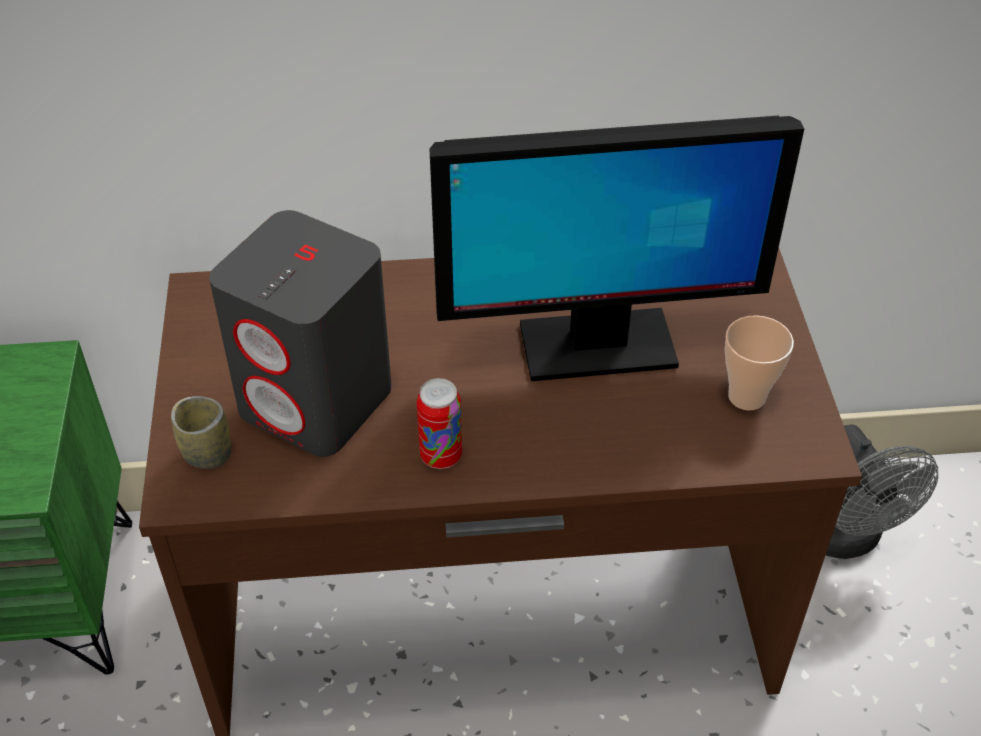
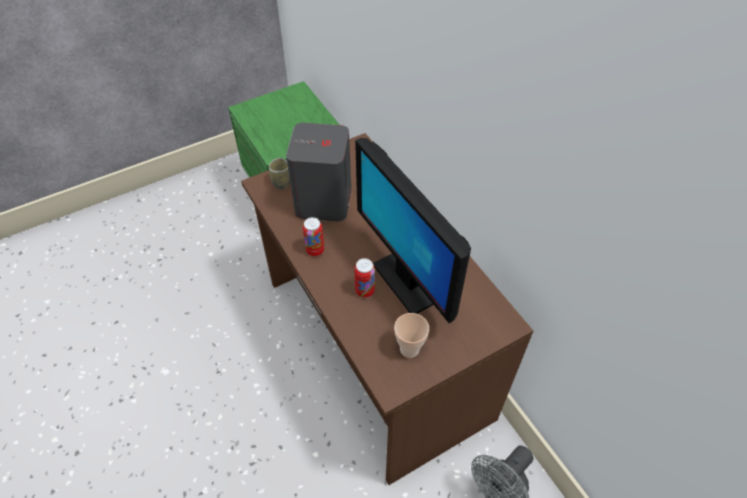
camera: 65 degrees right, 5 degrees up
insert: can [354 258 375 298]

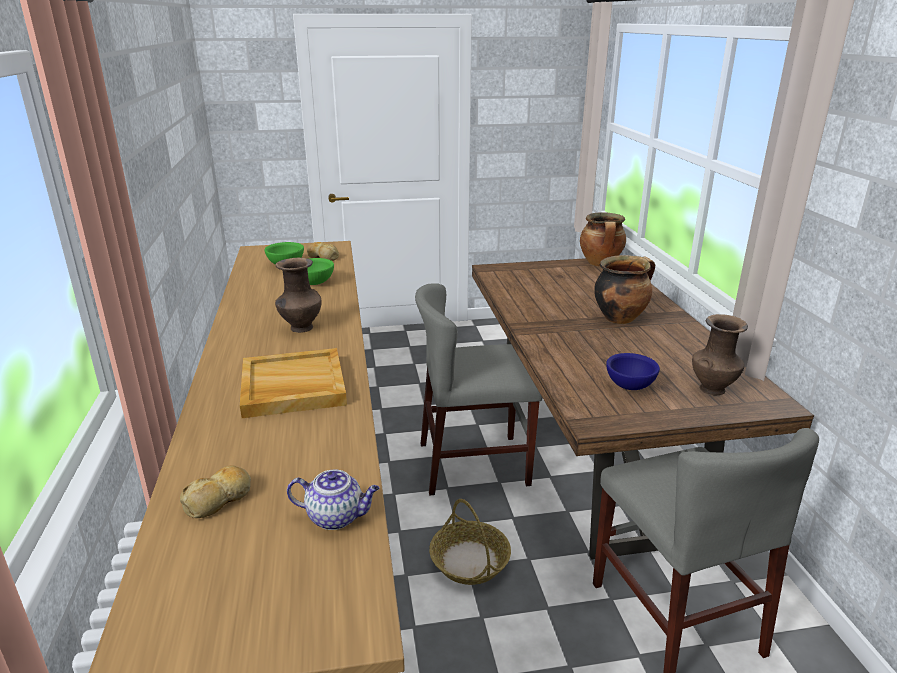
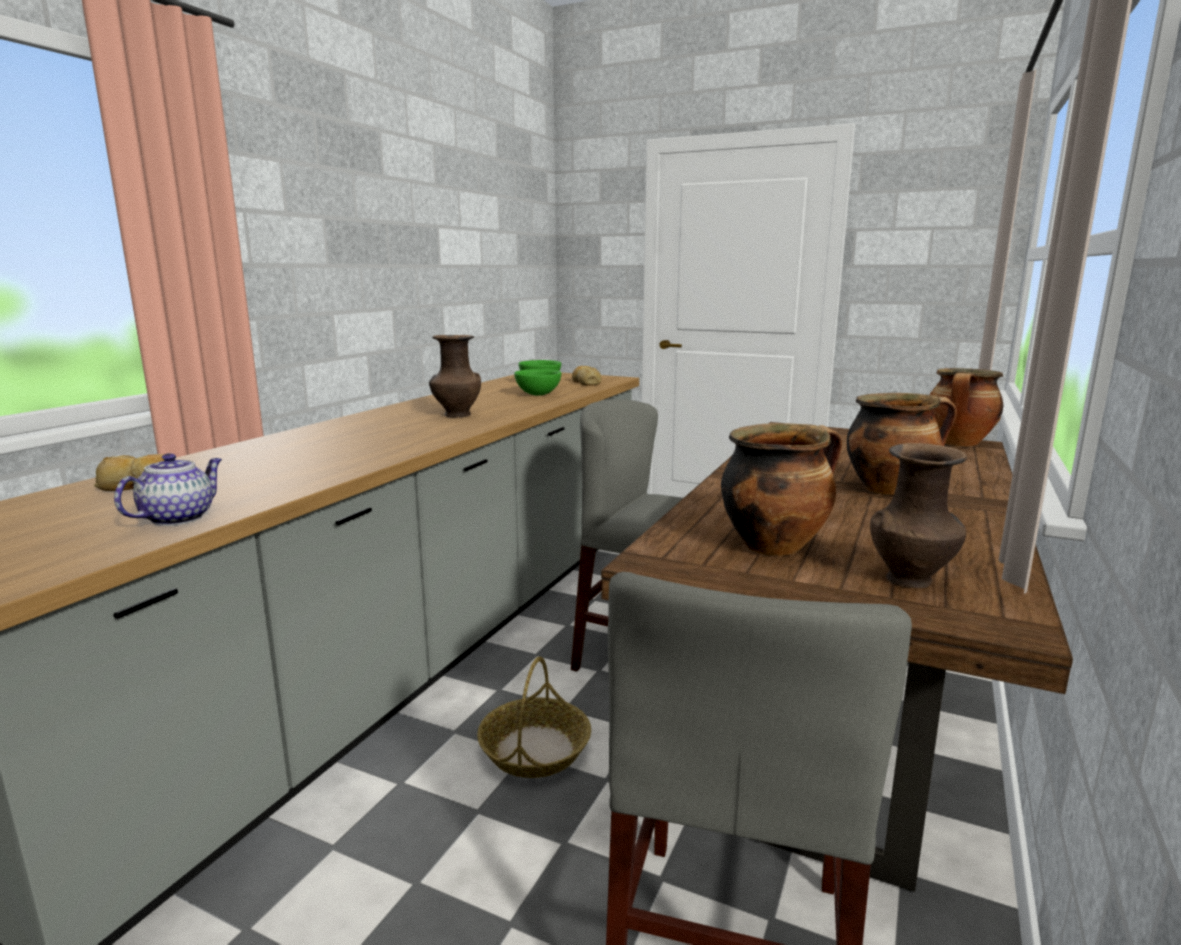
camera: 35 degrees right, 10 degrees down
delete: beige tray [240 348 347 418]
replace: blue bowl [606 353 660 390] to cooking pot [721 423 842 556]
rotate: teapot [287 470 380 530] = [114 453 222 526] 105 degrees counterclockwise

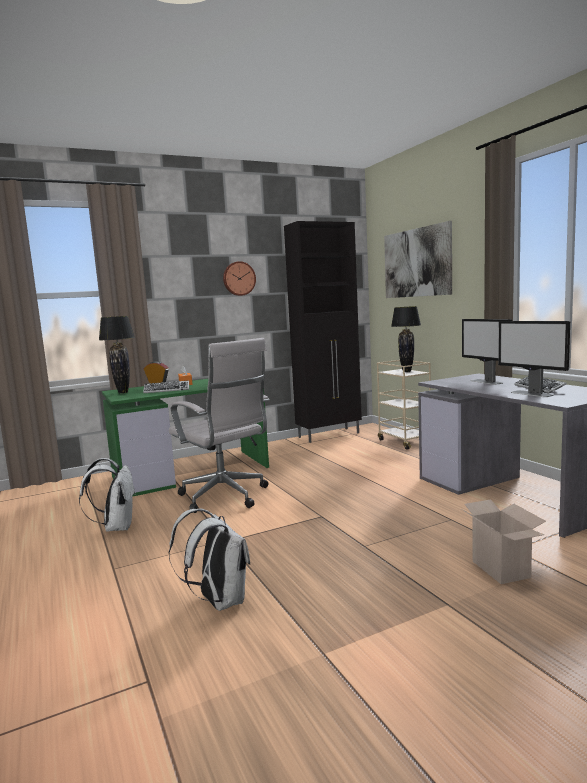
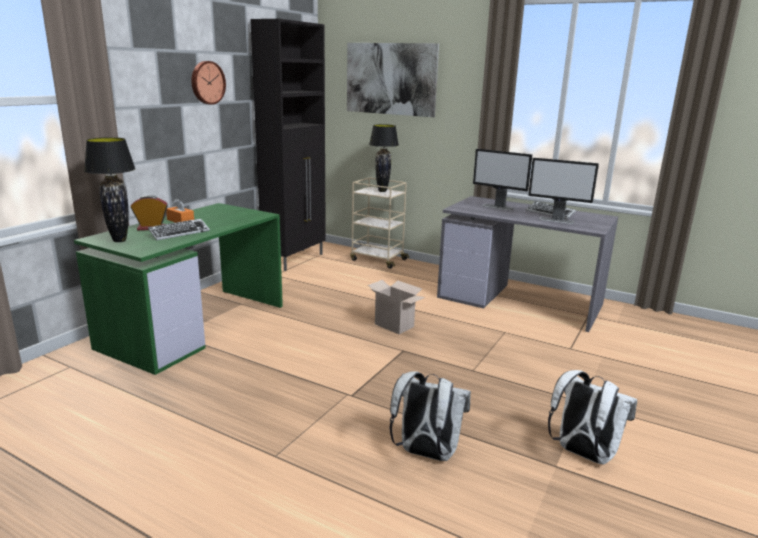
camera: 35 degrees left, 10 degrees up
delete: white office chair [169 338 270 513]
move: white backpack [79 458 136 531] to [548 370 637 465]; cardboard box [462 499 546 584] to [368 280 425 334]

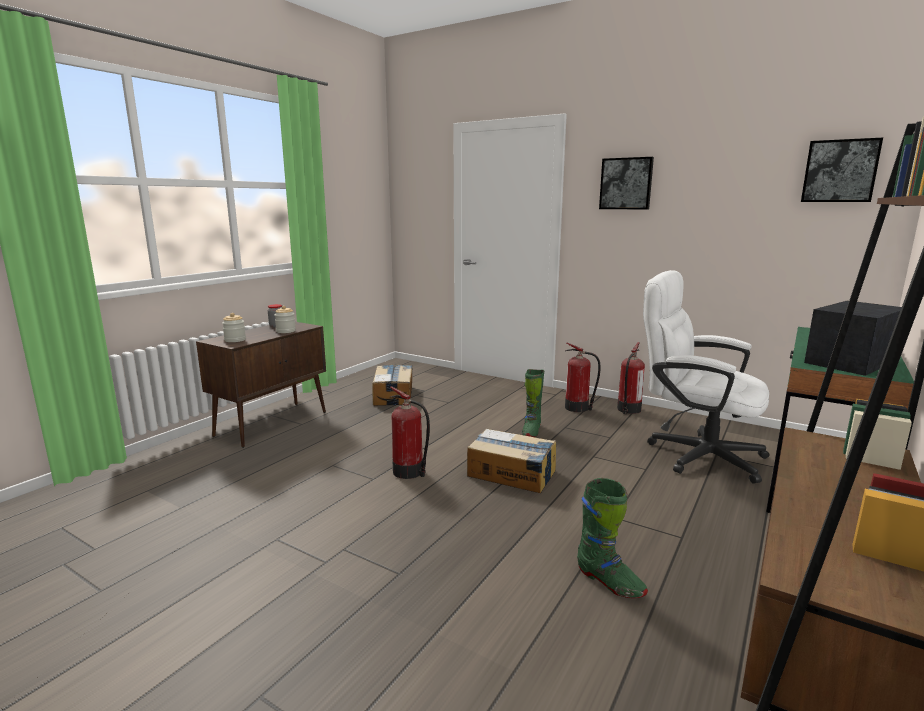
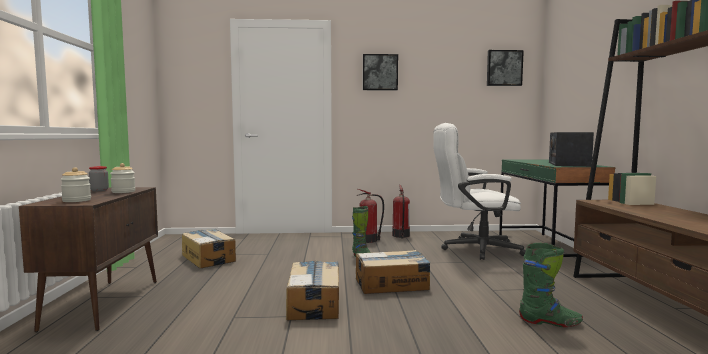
camera: 35 degrees left, 10 degrees down
replace: fire extinguisher [390 386 430 479] to cardboard box [286 261 339 320]

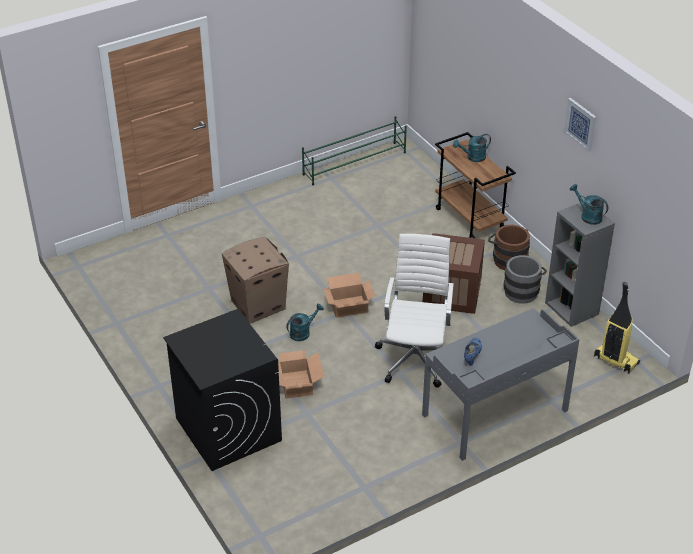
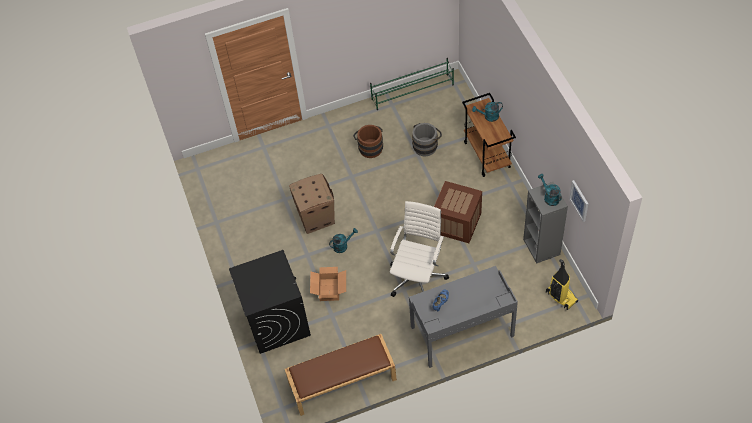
camera: 15 degrees right, 15 degrees up
delete: cardboard box [323 272 375 318]
insert: brown bench [285 334 397 416]
move: brown bucket [488 225 530 270] to [353 125 383 158]; grey bucket [503 255 547 304] to [412 123 442 156]; picture [564 98 596 152] to [569 180 588 222]

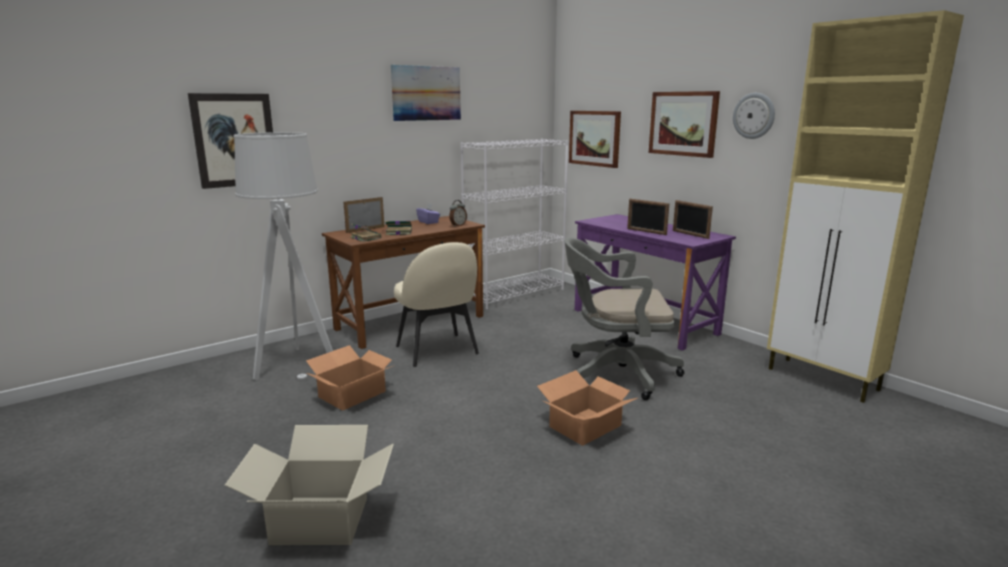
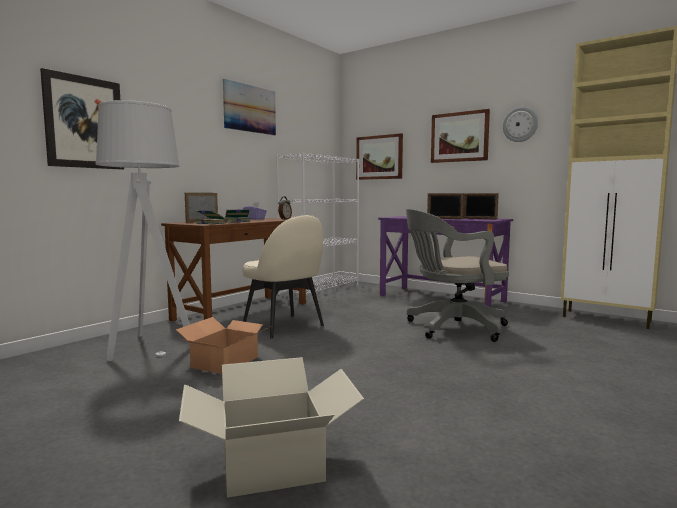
camera: 15 degrees left, 10 degrees down
delete: cardboard box [537 370 637 446]

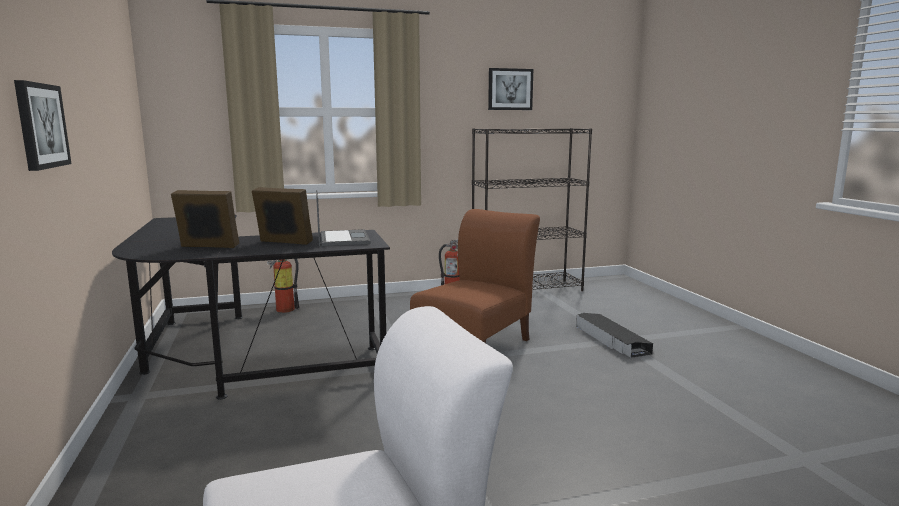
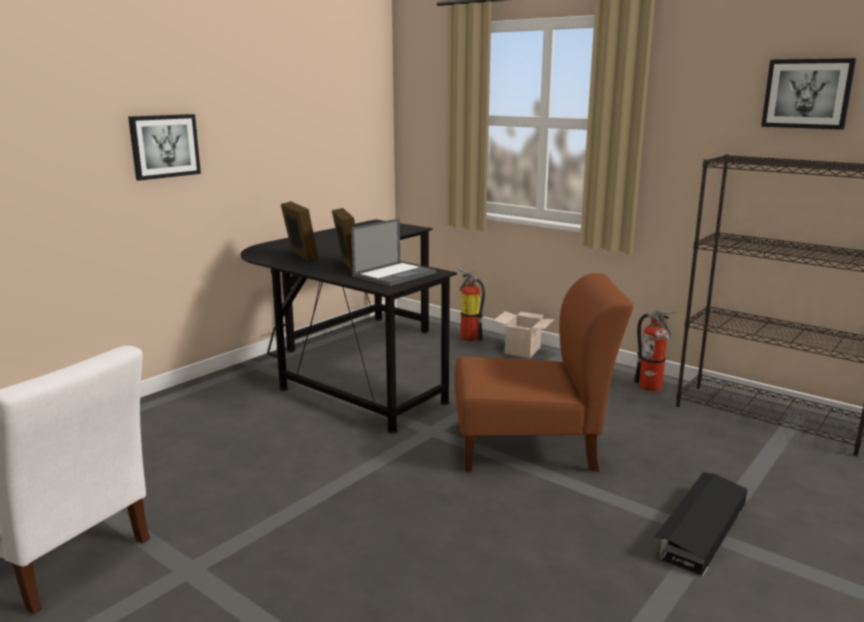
camera: 55 degrees right, 5 degrees up
insert: cardboard box [493 311 554 358]

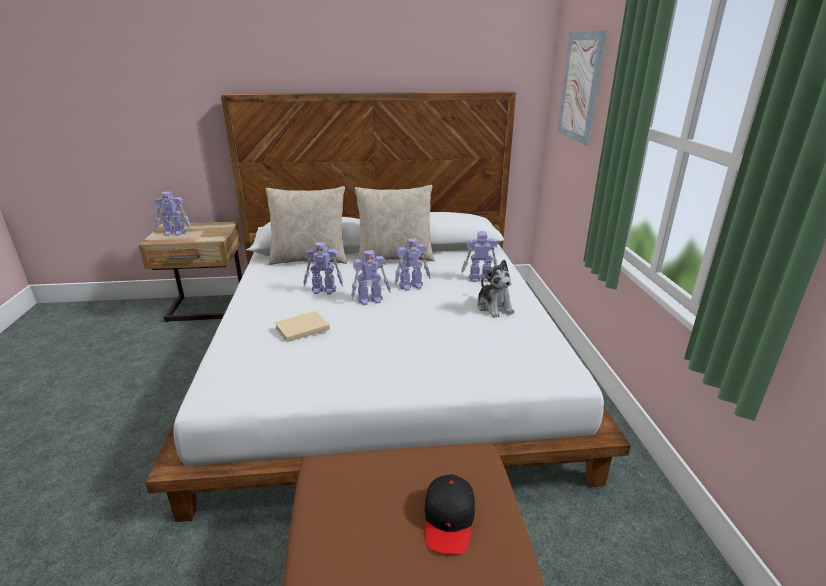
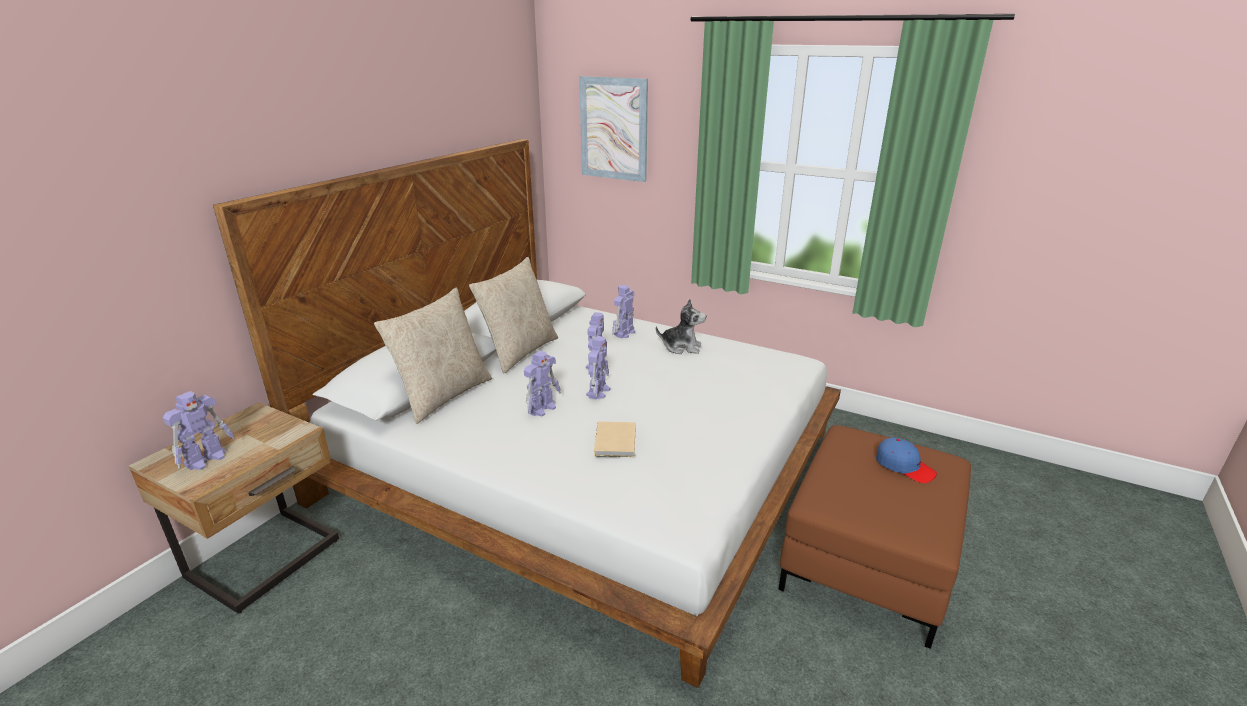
camera: 55 degrees left, 0 degrees up
recolor: black cap [424 474 475 554] to blue cap [876 437 937 483]

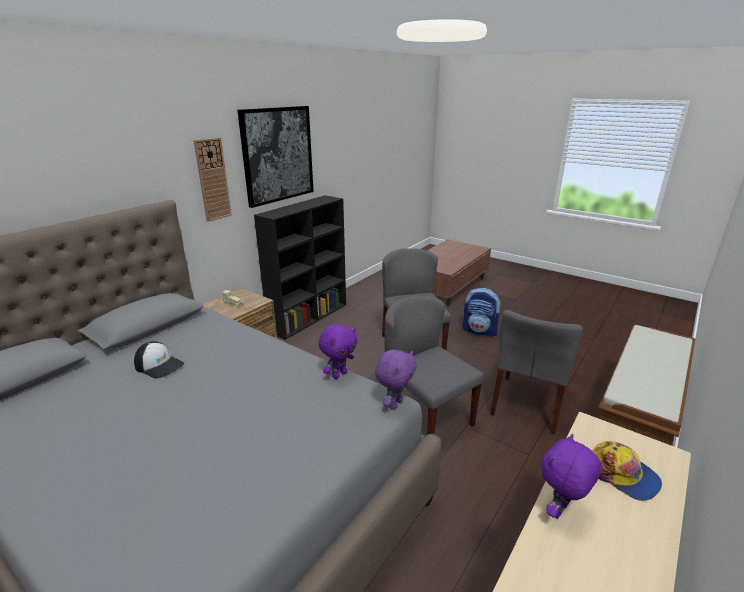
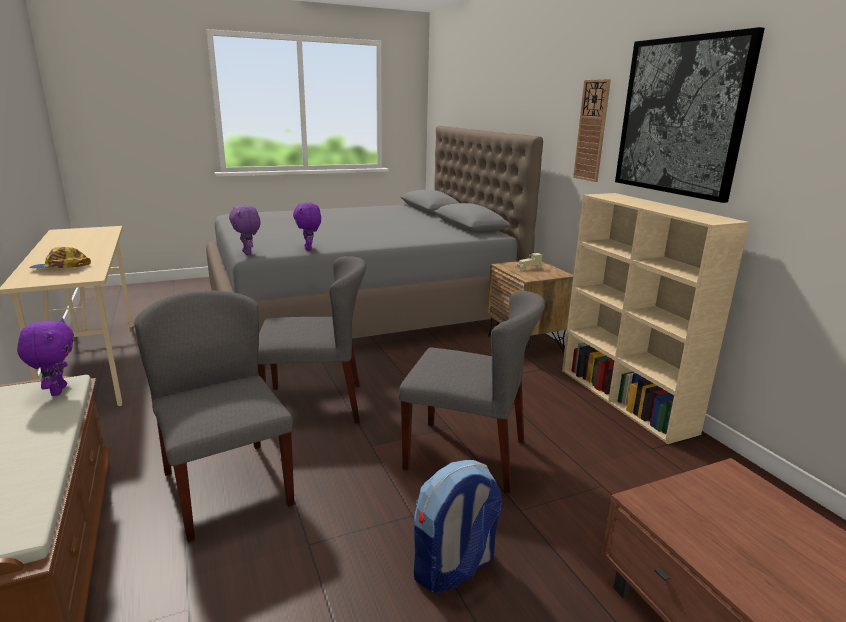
camera: 120 degrees right, 5 degrees down
delete: cap [134 341 184 379]
move: purple plush toy [542 434 602 519] to [17 318 74 396]
recolor: black bookcase [254 195 346 340] to beige bookcase [562 193 749 444]

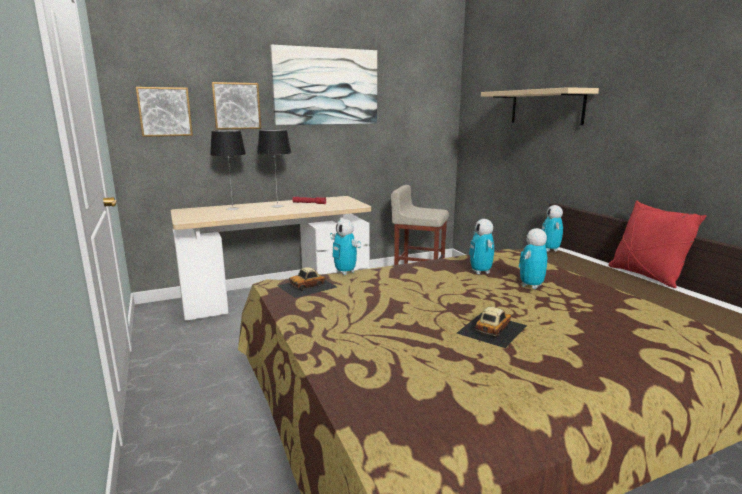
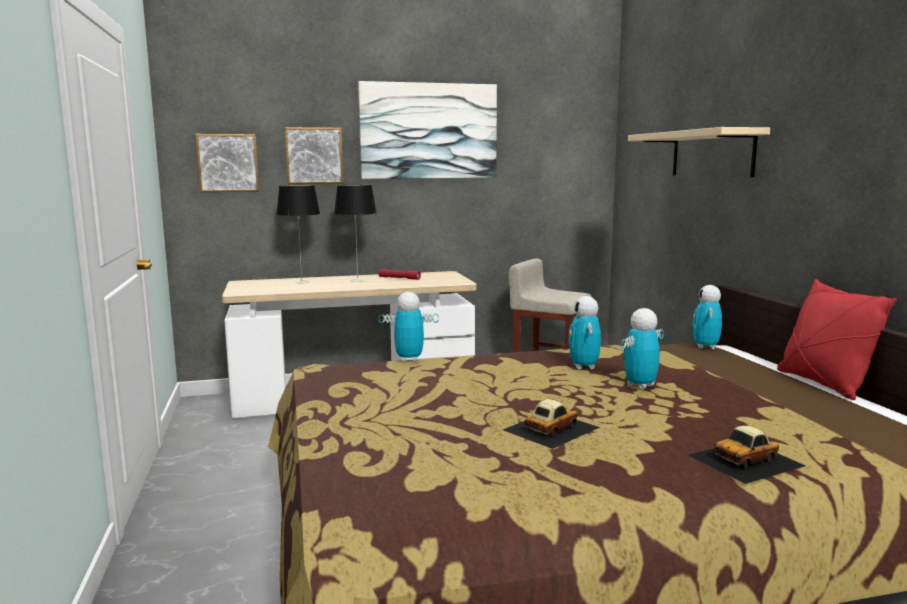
camera: 10 degrees right, 5 degrees down
move: toy car [277 267 337 298] to [689 426 806 484]
rotate: toy robot [330 219 361 275] = [378 292 439 362] 120 degrees clockwise

